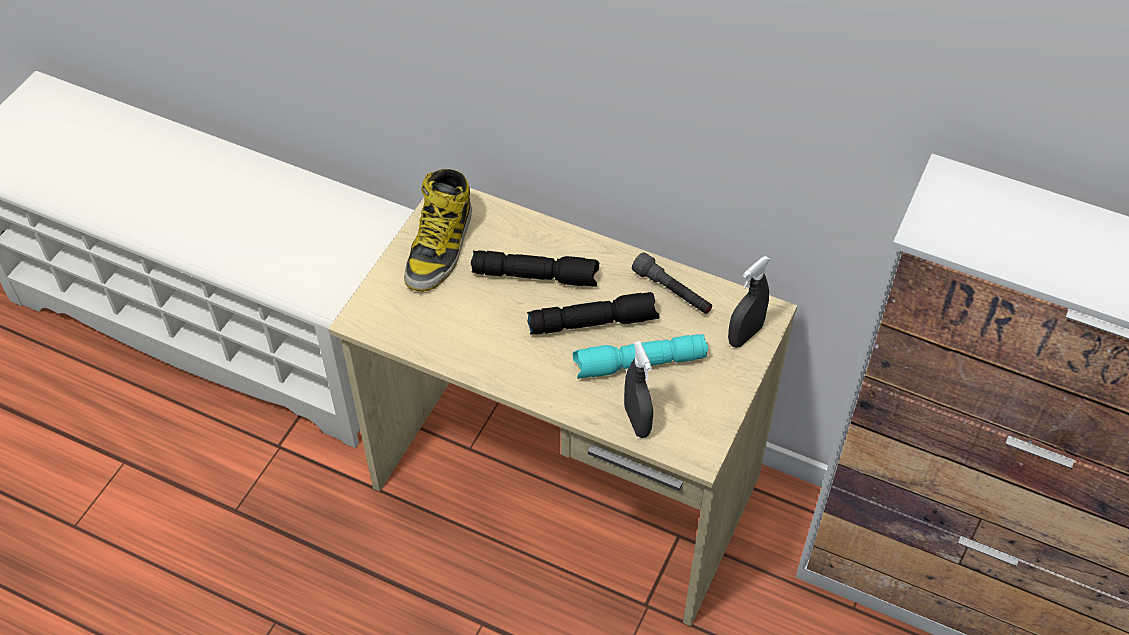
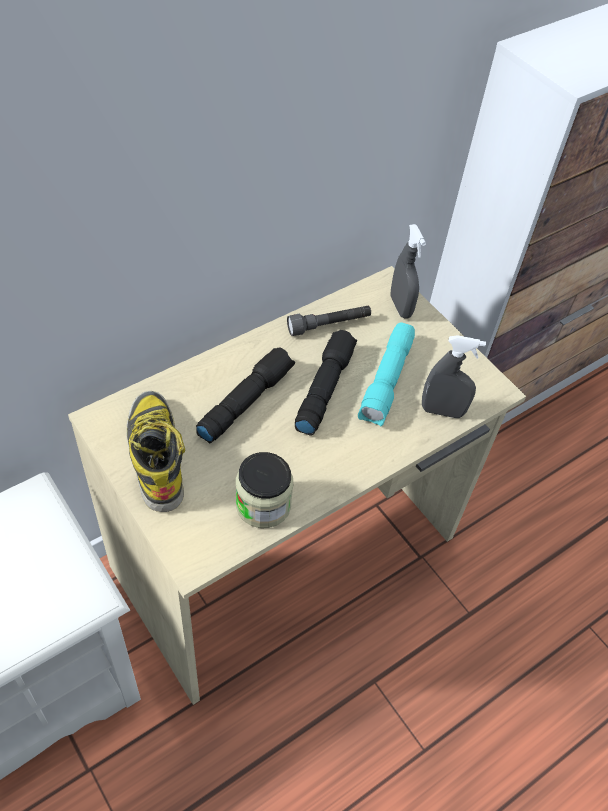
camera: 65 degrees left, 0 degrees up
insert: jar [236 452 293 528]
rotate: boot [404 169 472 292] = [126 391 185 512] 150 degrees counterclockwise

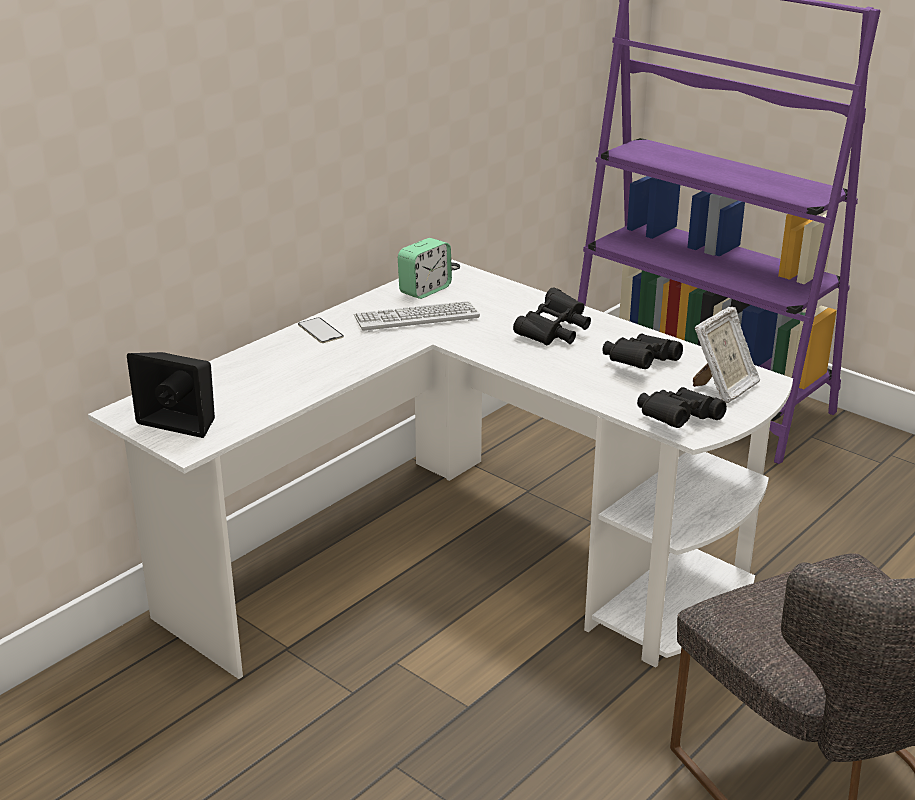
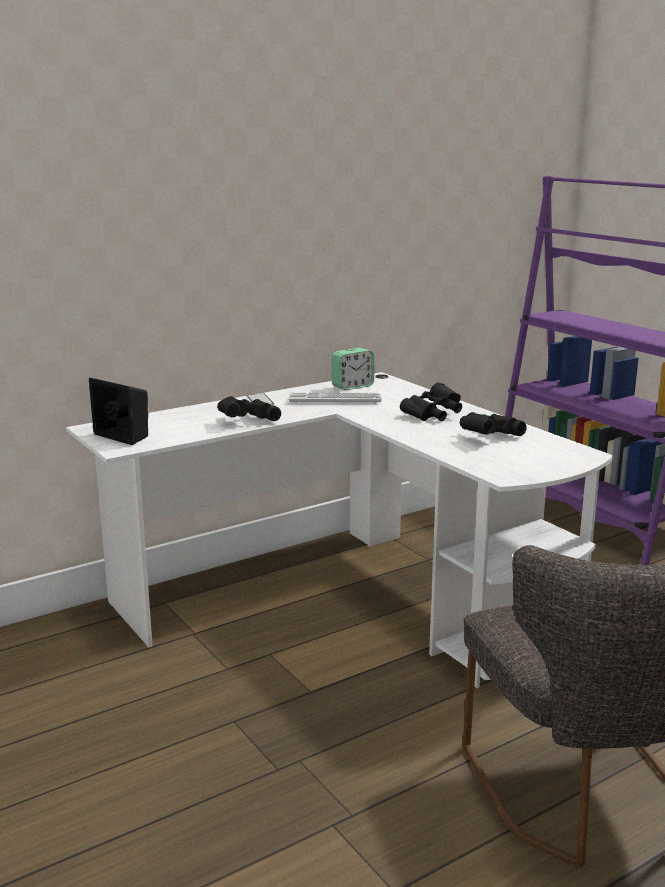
camera: 15 degrees right, 10 degrees down
delete: picture frame [693 307 760 403]
move: black binoculars [637 387 727 428] to [217 396 281 421]

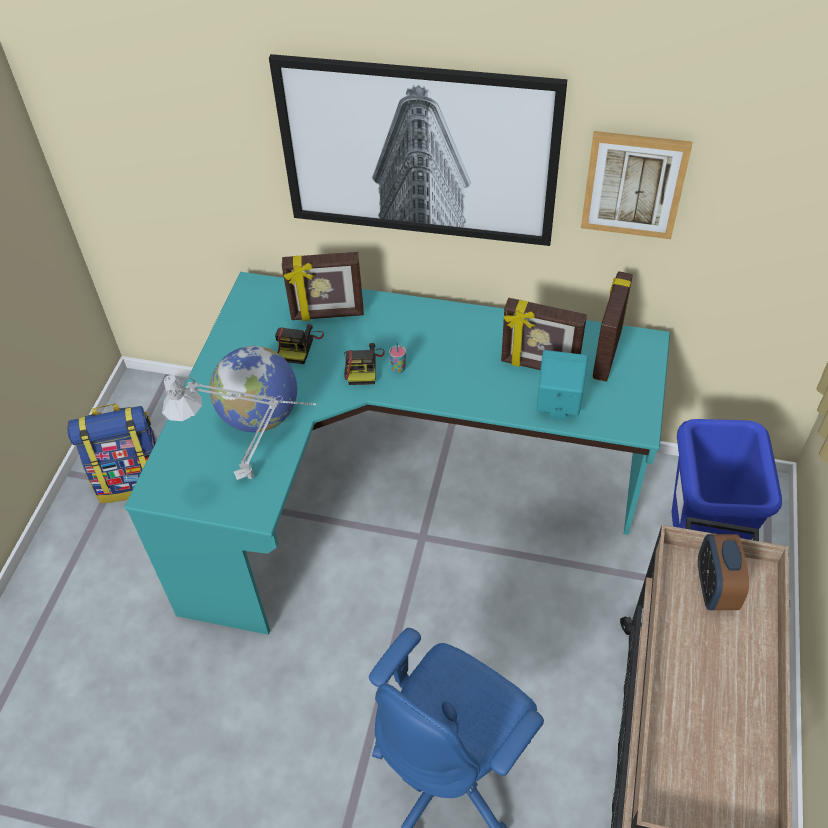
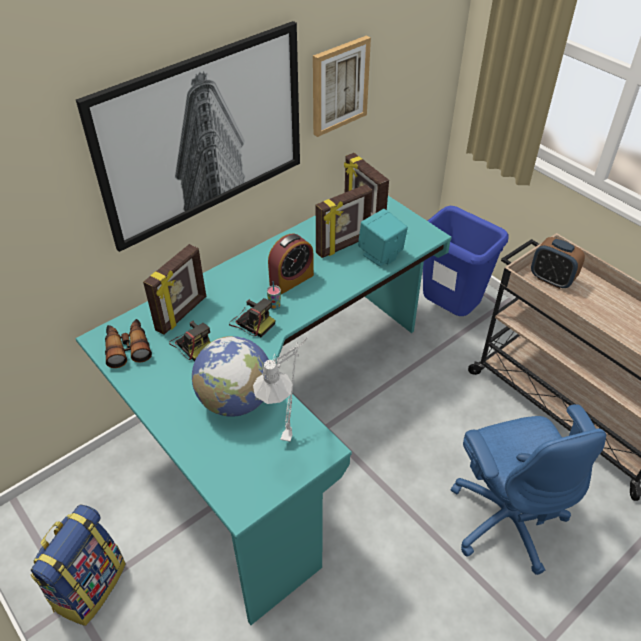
camera: 55 degrees left, 5 degrees down
insert: binoculars [105 319 152 368]; alarm clock [268 233 314 294]

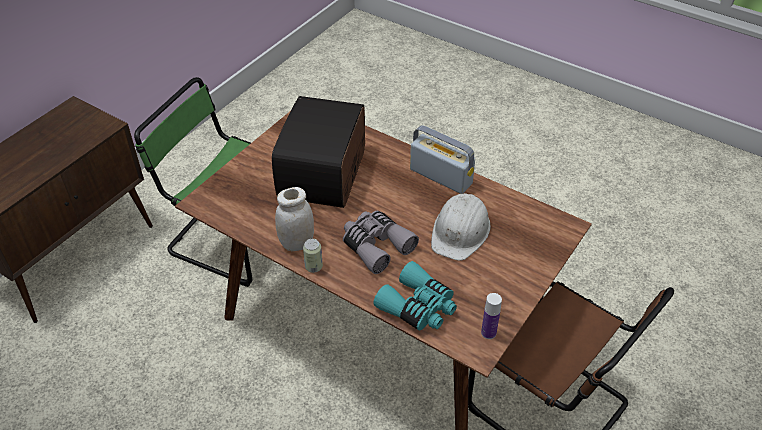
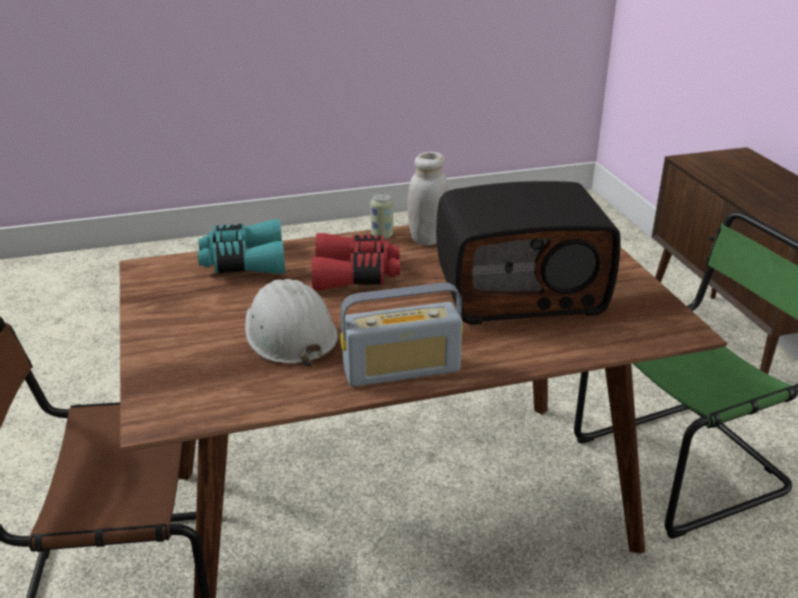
camera: 130 degrees right, 15 degrees down
delete: bottle [481 293 502 339]
recolor: grey binoculars [343 211 419 274] to red binoculars [312 233 400 290]
rotate: radio [272 96 365 208] = [436 181 621 325] 120 degrees clockwise

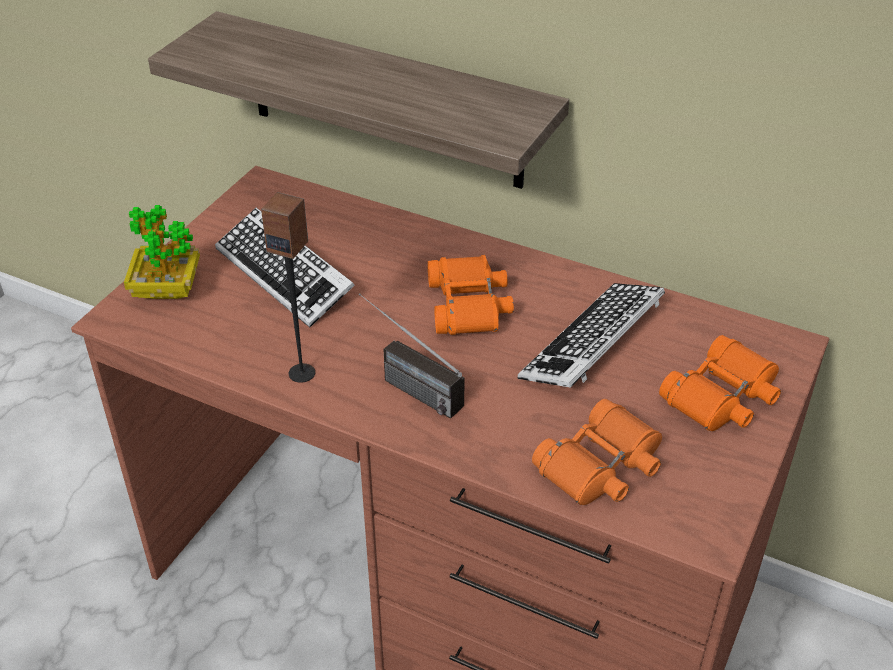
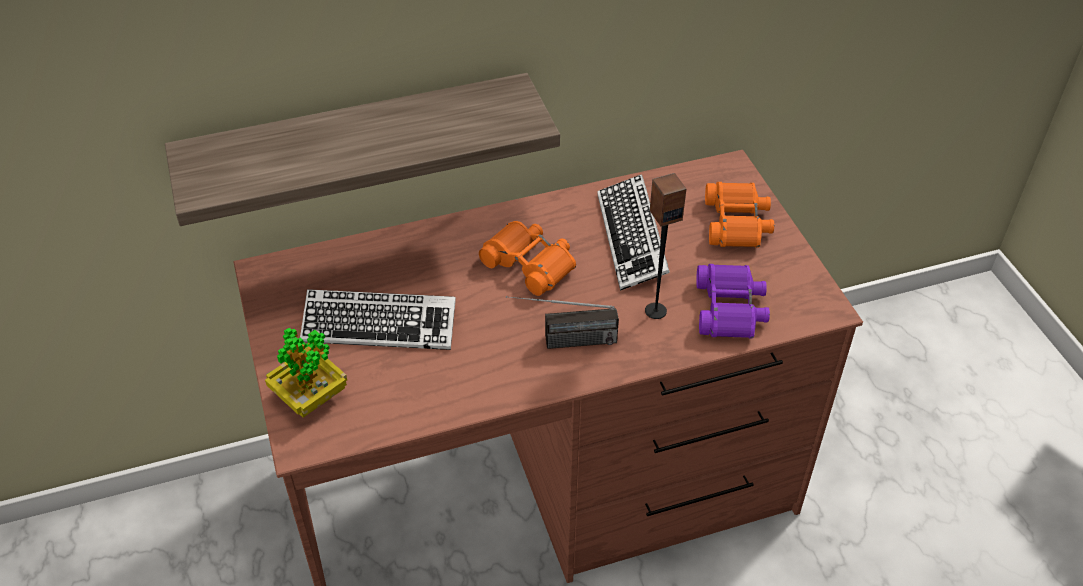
camera: 45 degrees left, 5 degrees up
move: speaker [261 192 315 383] to [645 173 686 319]
recolor: orange binoculars [532 399 662 505] to purple binoculars [696 264 770 339]

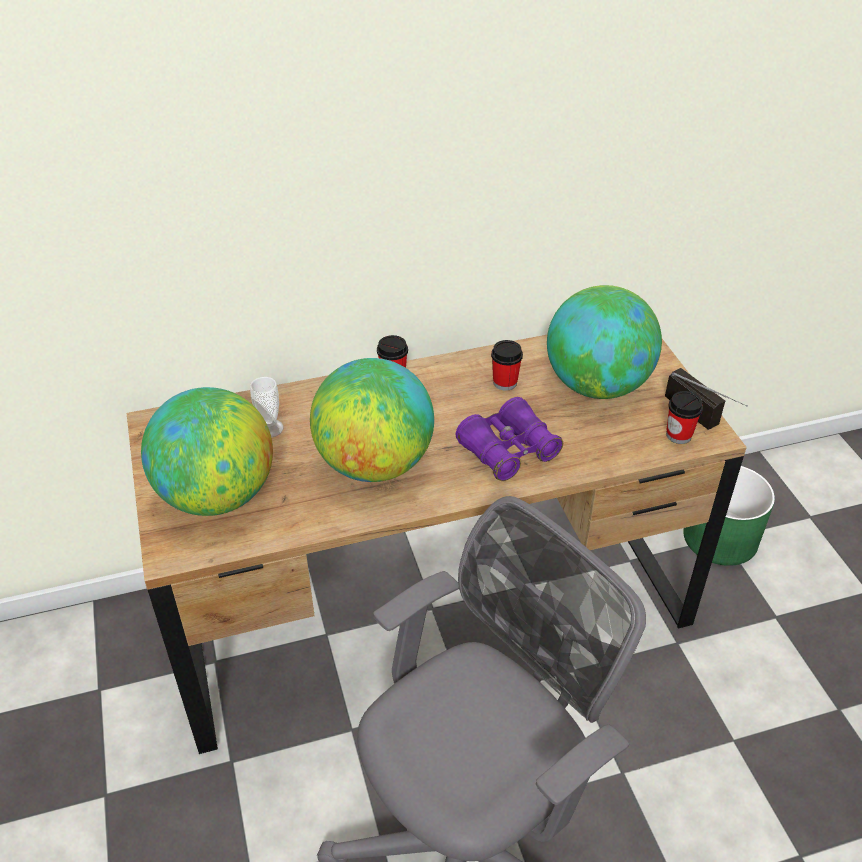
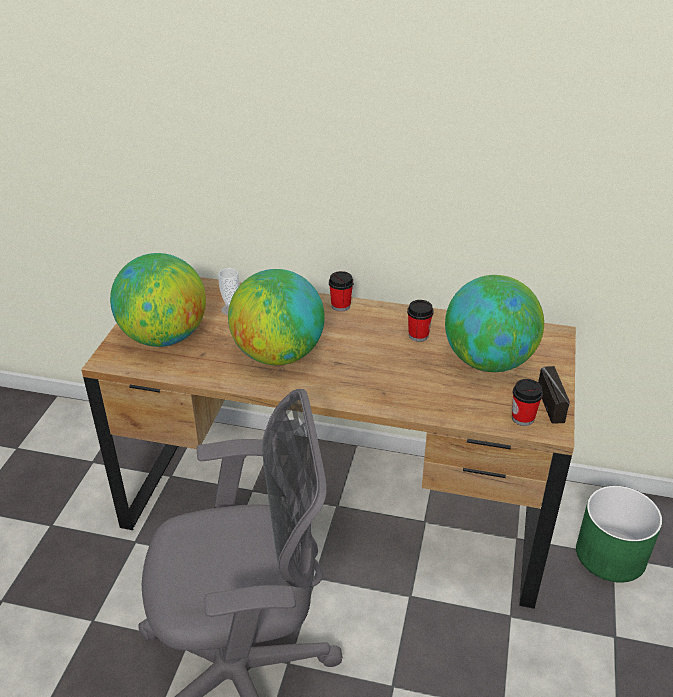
camera: 30 degrees right, 5 degrees down
delete: purple binoculars [456 397 563 481]

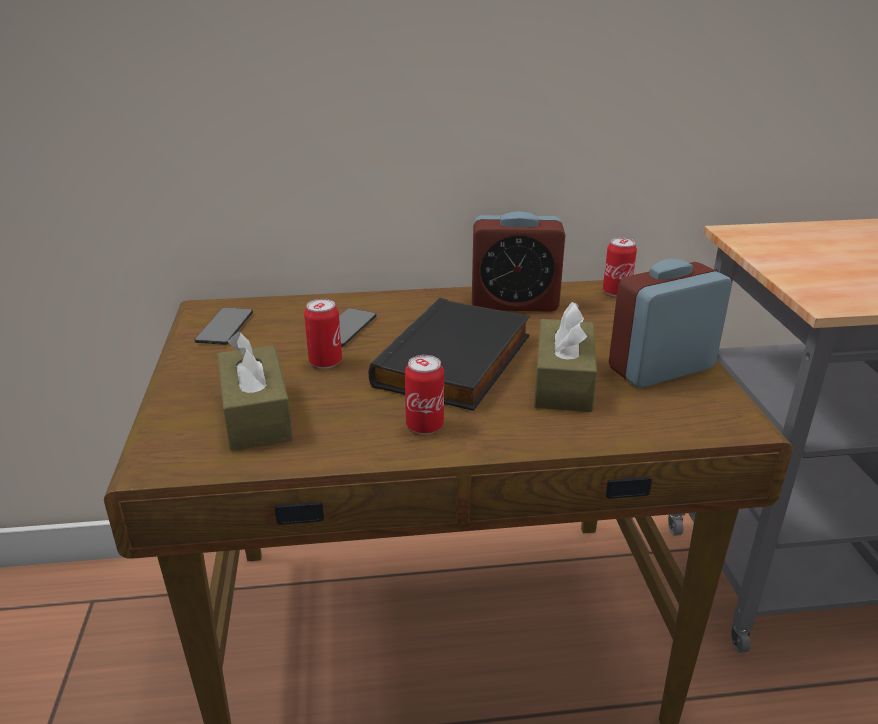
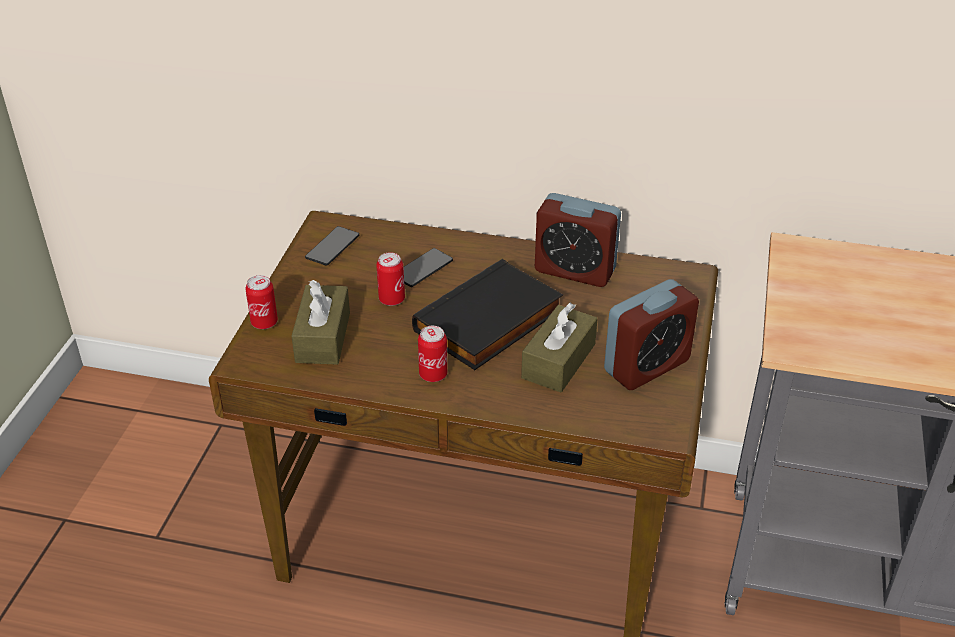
camera: 20 degrees right, 10 degrees up
move: can [603 237 637 297] to [245 275 278 329]
rotate: alarm clock [609 259 732 388] = [604 279 699 390] 150 degrees clockwise

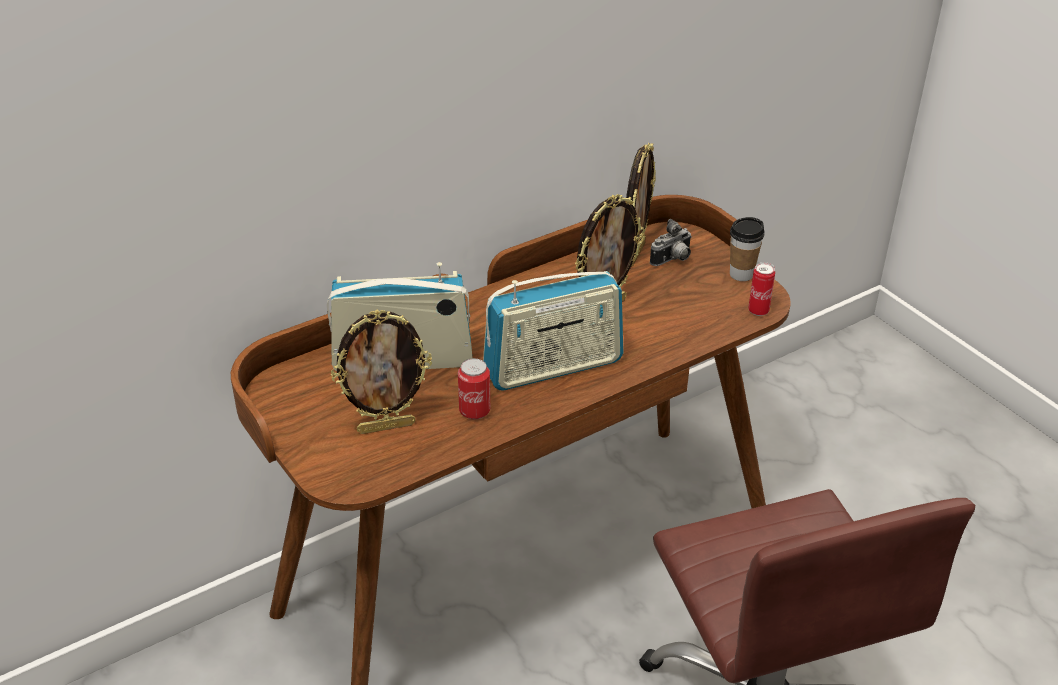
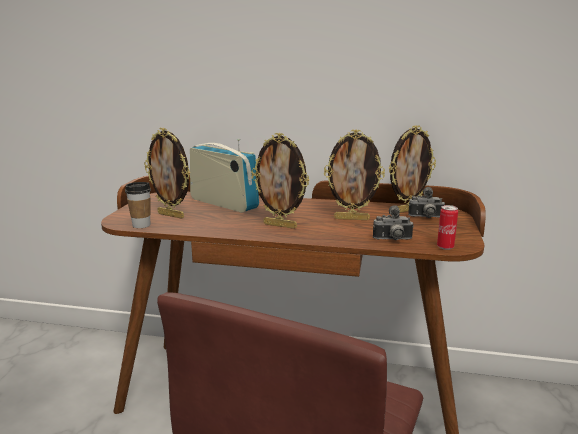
camera: 45 degrees right, 20 degrees down
delete: can [458 358 490 420]
insert: photo camera [373 205 413 240]
move: cup [730 217 765 281] to [125 182 151 228]
replace: radio [483 271 623 391] to picture frame [251 133 309 229]

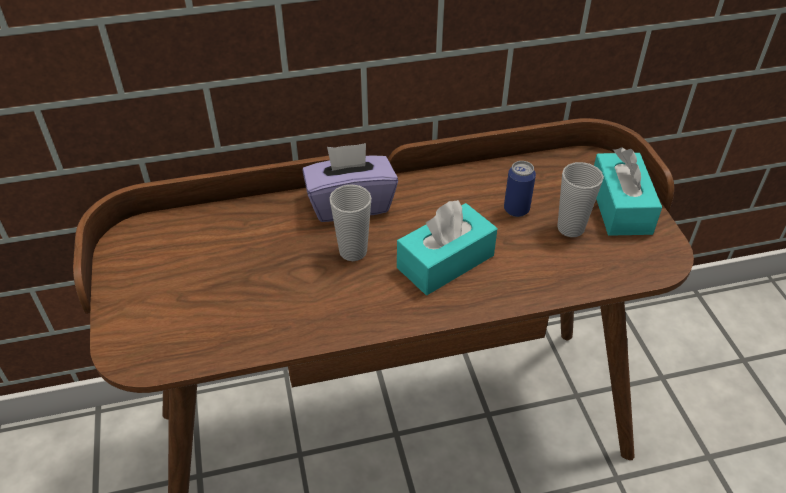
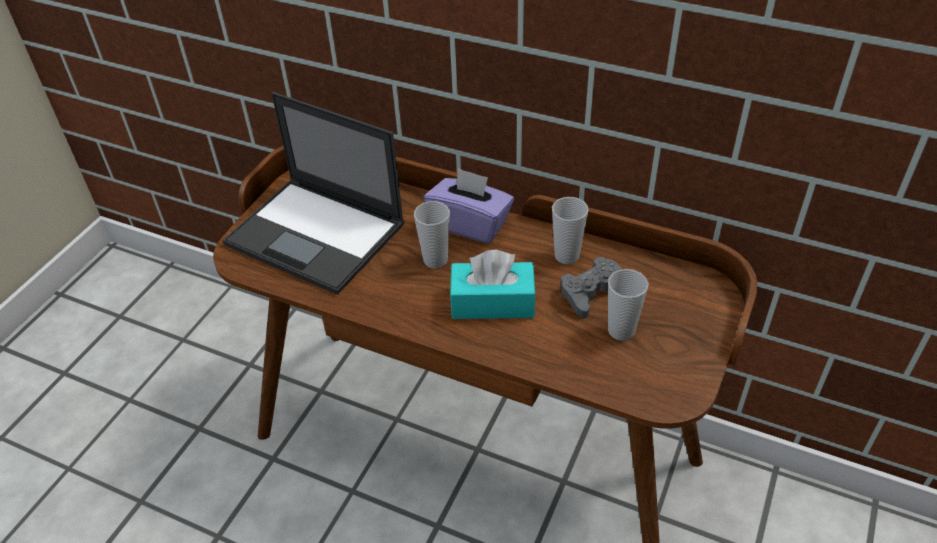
camera: 40 degrees right, 0 degrees up
delete: turquoise tissue box [594 148 662 236]
insert: laptop [222 92 405 295]; cup [552 197 589 264]
replace: can [504 161 536 217] to grey game controller [560 257 622 318]

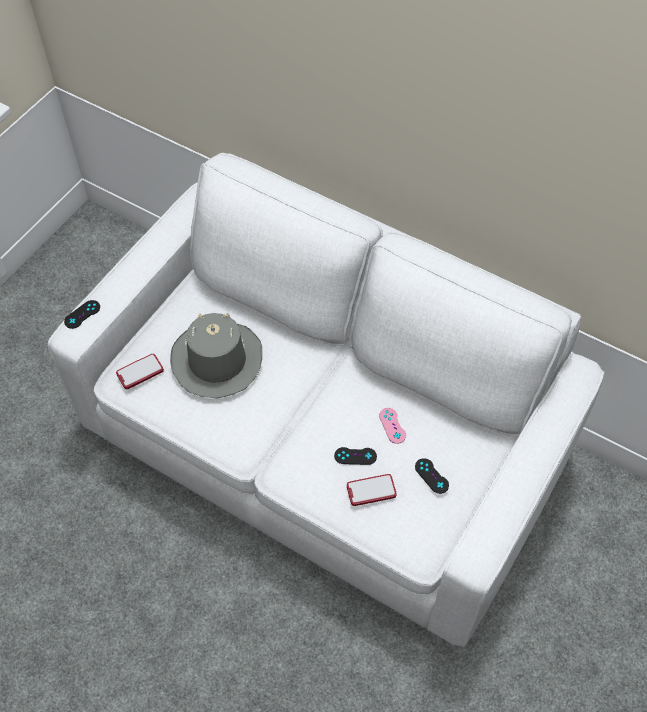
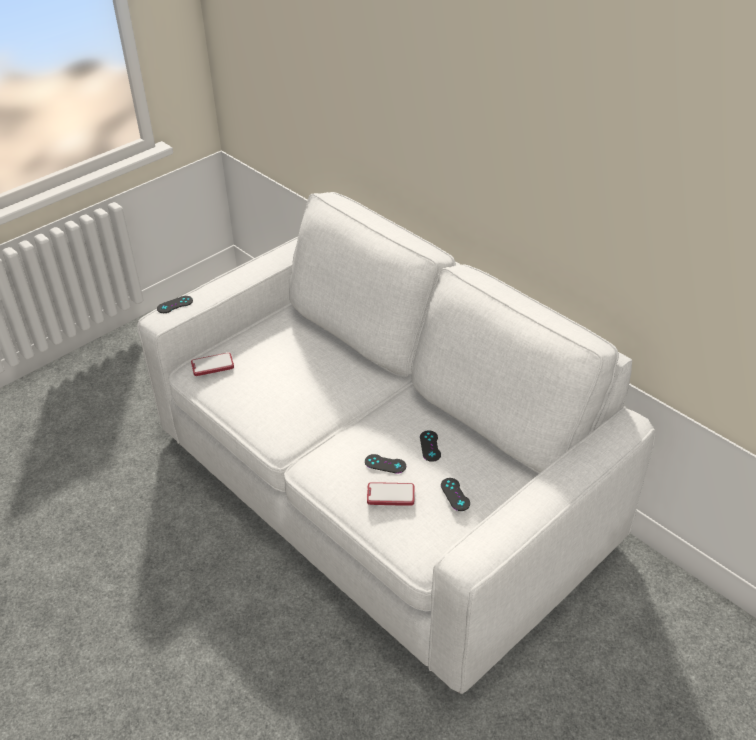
camera: 15 degrees right, 15 degrees down
delete: grey hat [170 313 262 398]
recolor: pink game controller [379 408 406 444] to black game controller [420 430 441 462]

